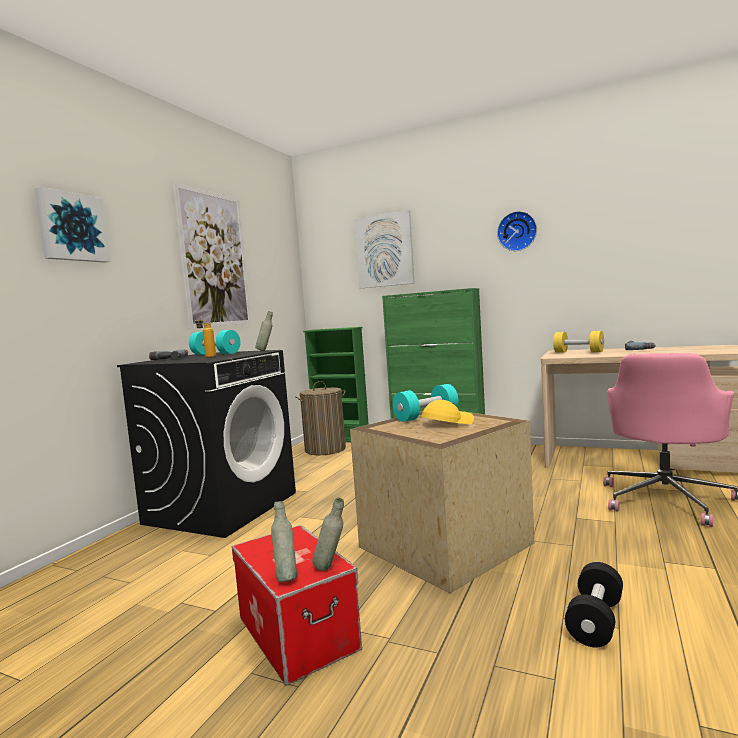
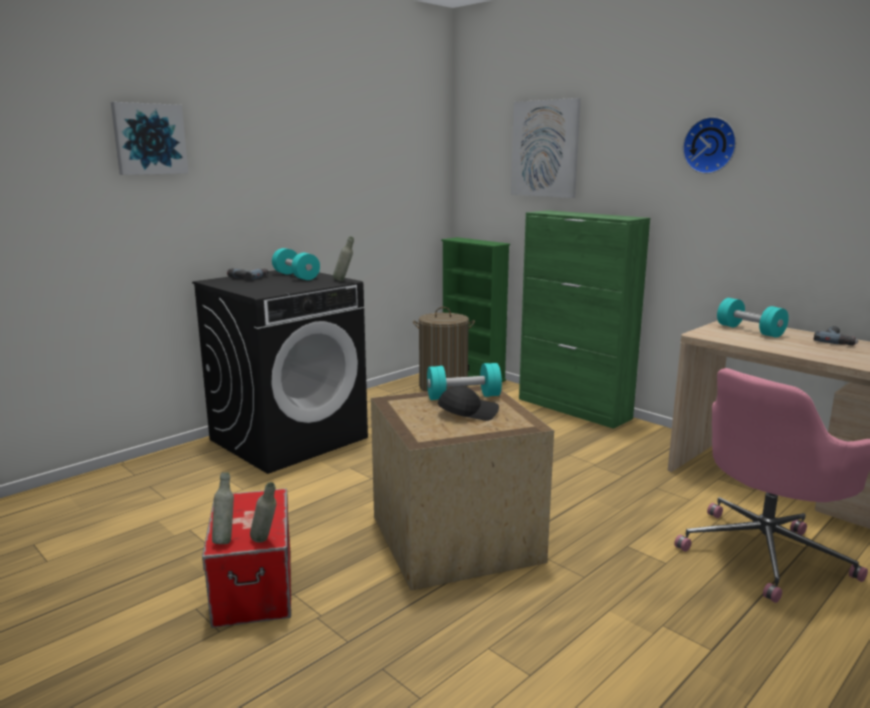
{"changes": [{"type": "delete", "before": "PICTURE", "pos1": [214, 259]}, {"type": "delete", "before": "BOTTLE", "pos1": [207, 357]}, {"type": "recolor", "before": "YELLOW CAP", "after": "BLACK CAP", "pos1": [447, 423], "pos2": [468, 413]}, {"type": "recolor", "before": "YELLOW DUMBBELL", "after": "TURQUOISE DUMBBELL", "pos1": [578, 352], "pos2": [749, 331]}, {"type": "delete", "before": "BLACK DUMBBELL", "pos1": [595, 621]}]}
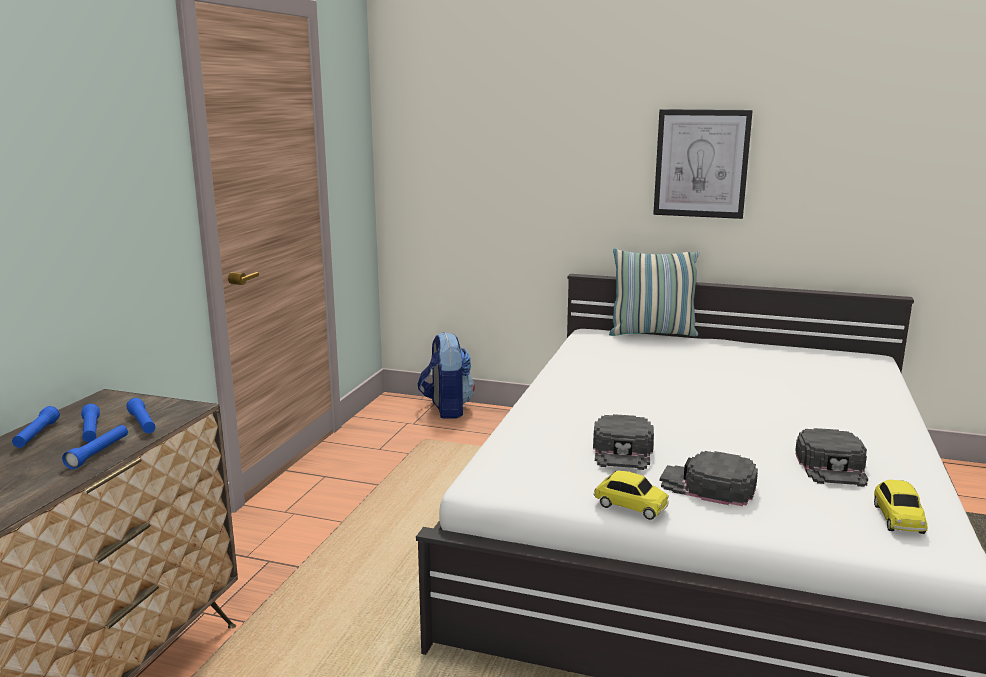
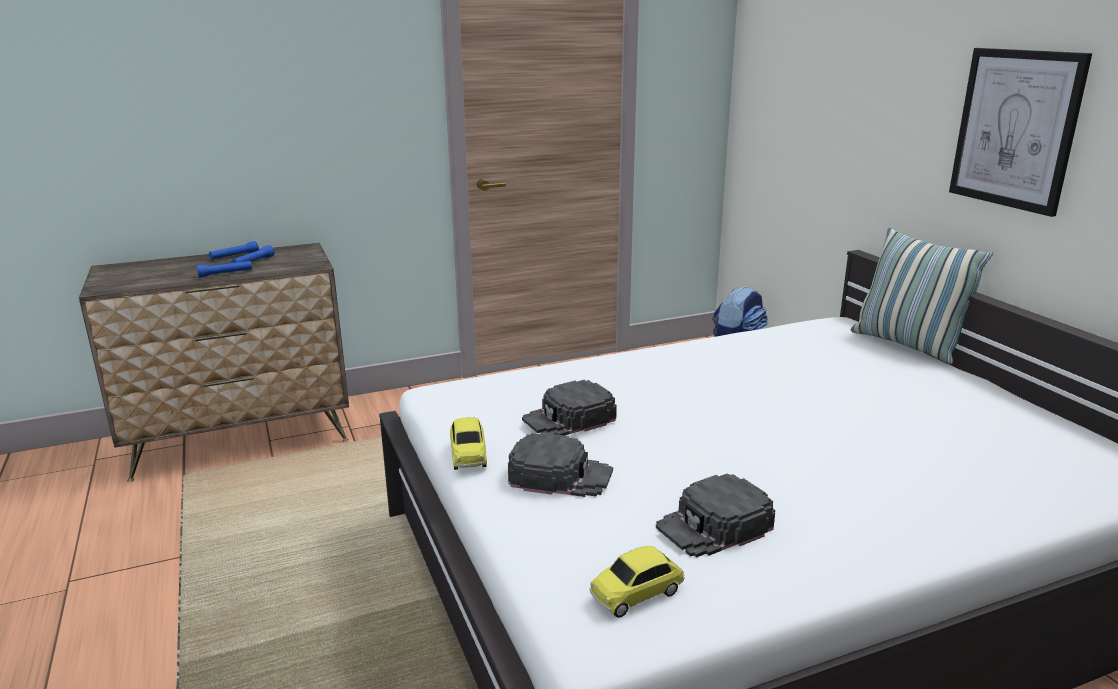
{"changes": [{"type": "delete", "before": "BLUE FLASHLIGHT", "pos1": [142, 424]}, {"type": "rotate", "before": "BLACK CAP", "pos1": [708, 486], "pos2": [560, 475], "turn": 120}]}
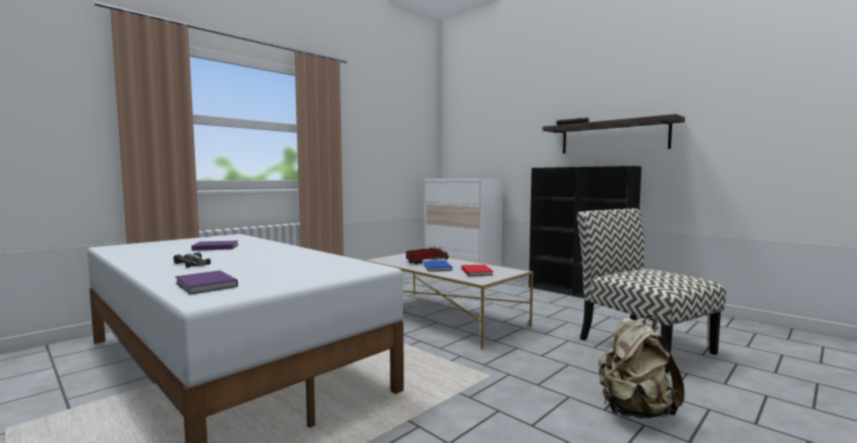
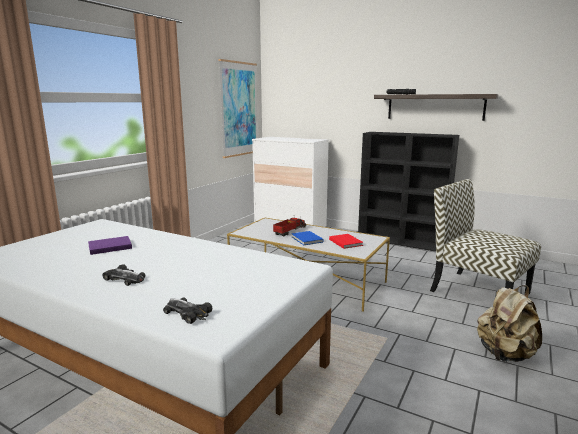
{"changes": [{"type": "replace", "before": "PURPLE BOOK", "after": "TOY CAR", "pos1": [205, 285], "pos2": [187, 313]}, {"type": "insert", "after": "PICTURE", "pos2": [239, 109]}]}
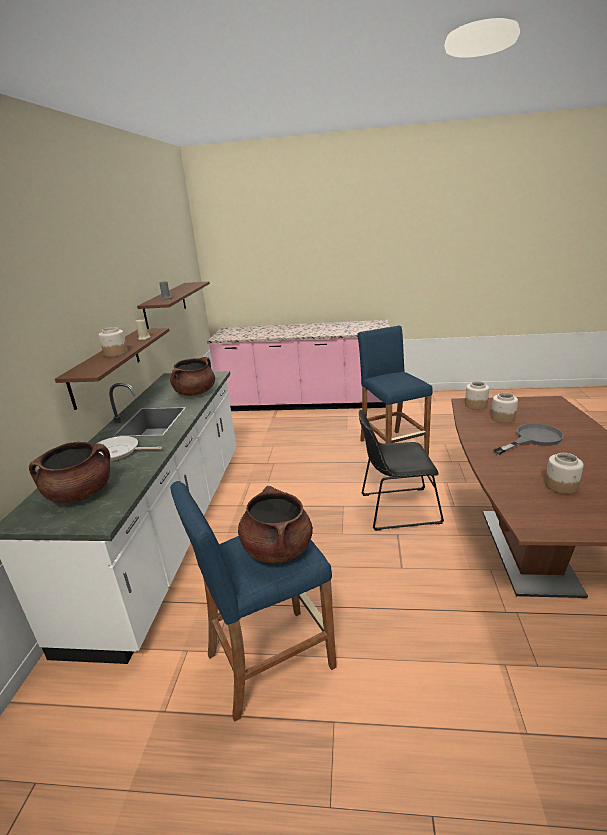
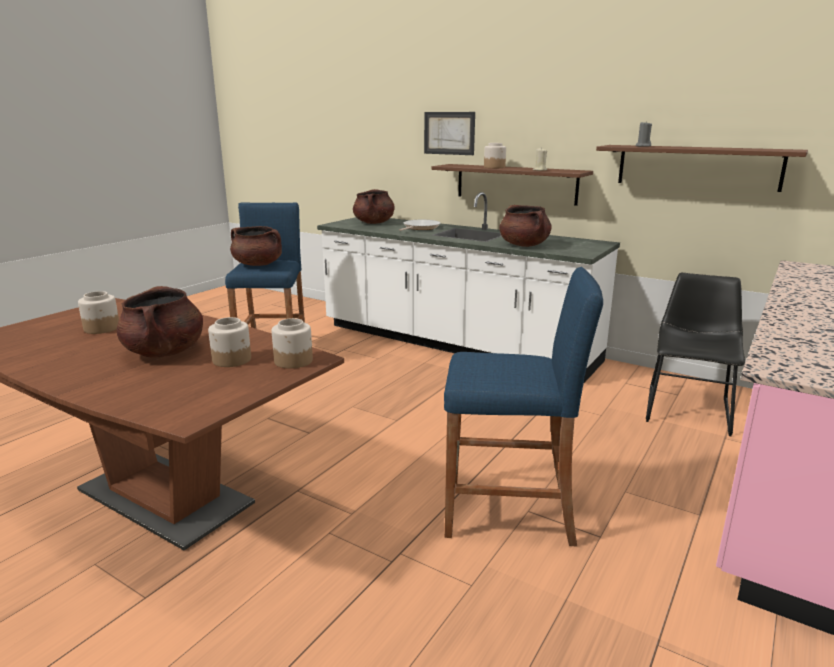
{"changes": [{"type": "move", "before": "BLACK CHAIR", "pos1": [396, 509], "pos2": [687, 408]}, {"type": "replace", "before": "GREY FRYING PAN", "after": "BROWN COOKING POT", "pos1": [533, 439], "pos2": [165, 352]}, {"type": "insert", "after": "PICTURE", "pos2": [449, 133]}]}
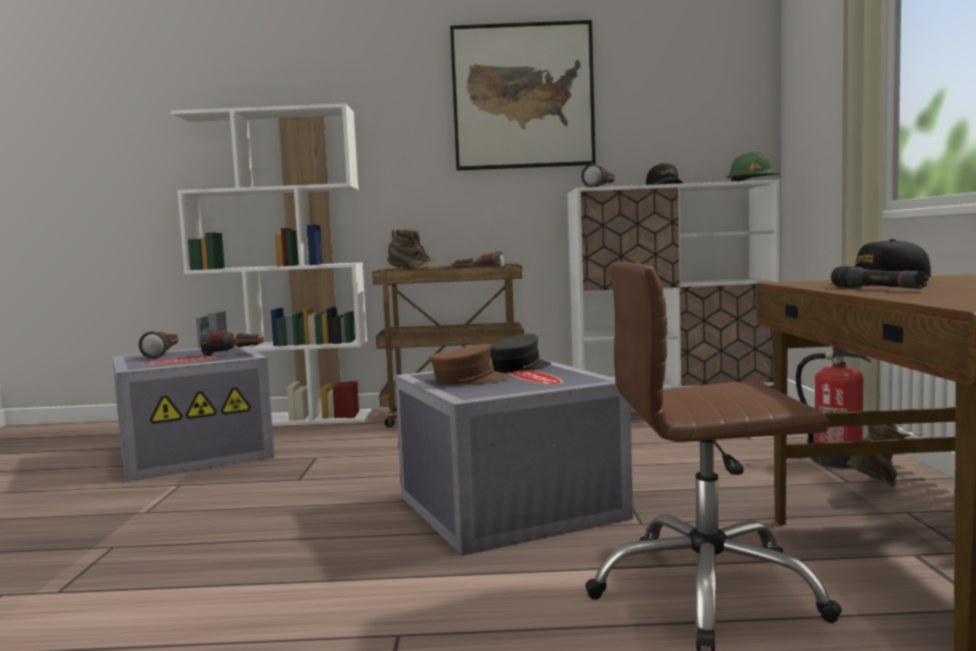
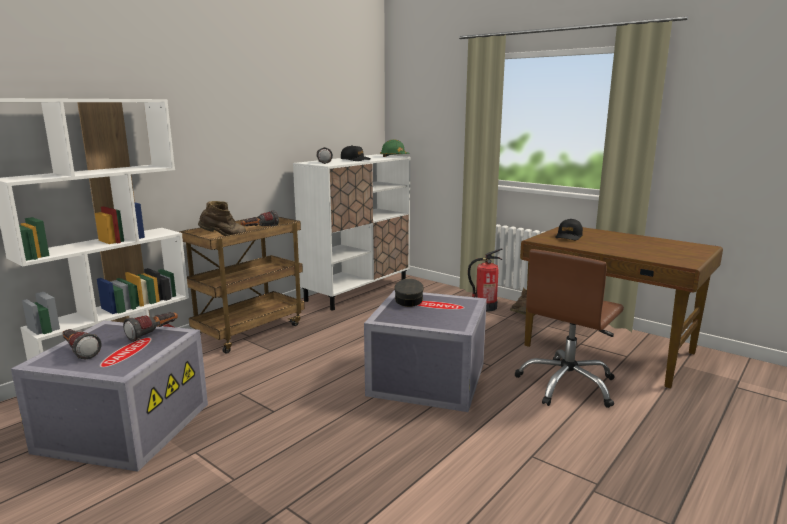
{"changes": [{"type": "delete", "before": "BROWN CAP", "pos1": [469, 380]}, {"type": "delete", "before": "PICTURE", "pos1": [523, 96]}, {"type": "delete", "before": "BLACK FLASHLIGHT", "pos1": [877, 289]}]}
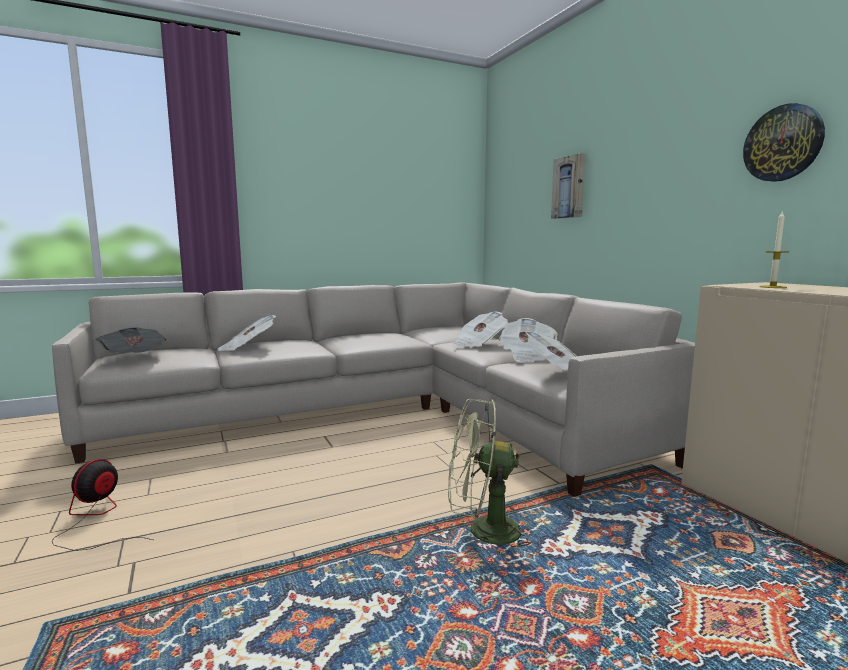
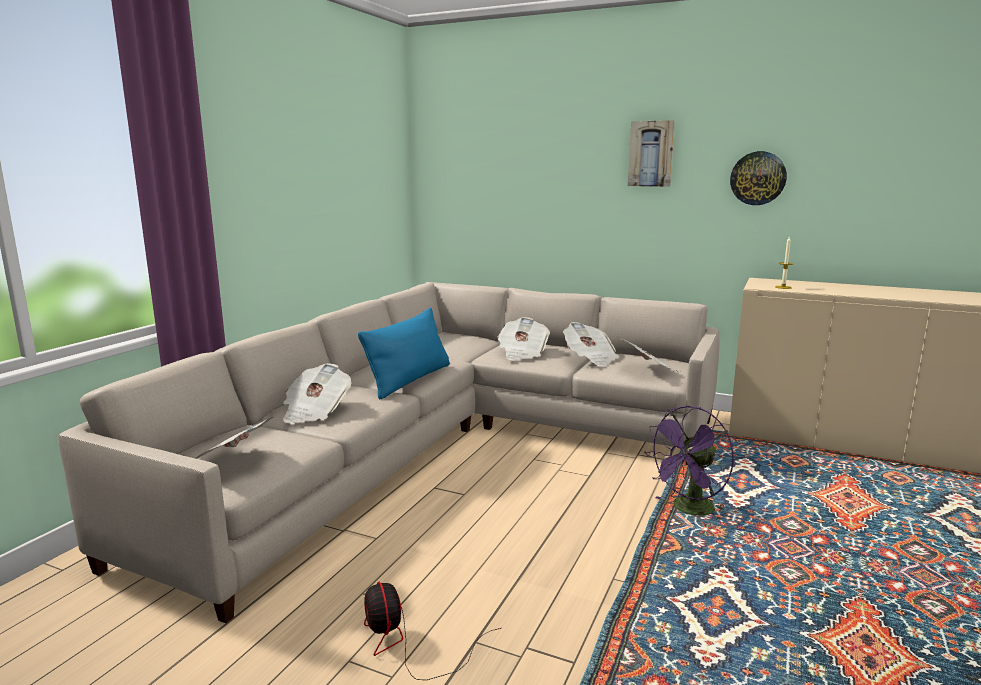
{"changes": [{"type": "recolor", "before": "GREEN FAN", "after": "PURPLE FAN", "pos1": [483, 532], "pos2": [689, 510]}, {"type": "move", "before": "PICTURE", "pos1": [569, 187], "pos2": [651, 154]}, {"type": "insert", "after": "BLUE PILLOW", "pos2": [410, 380]}]}
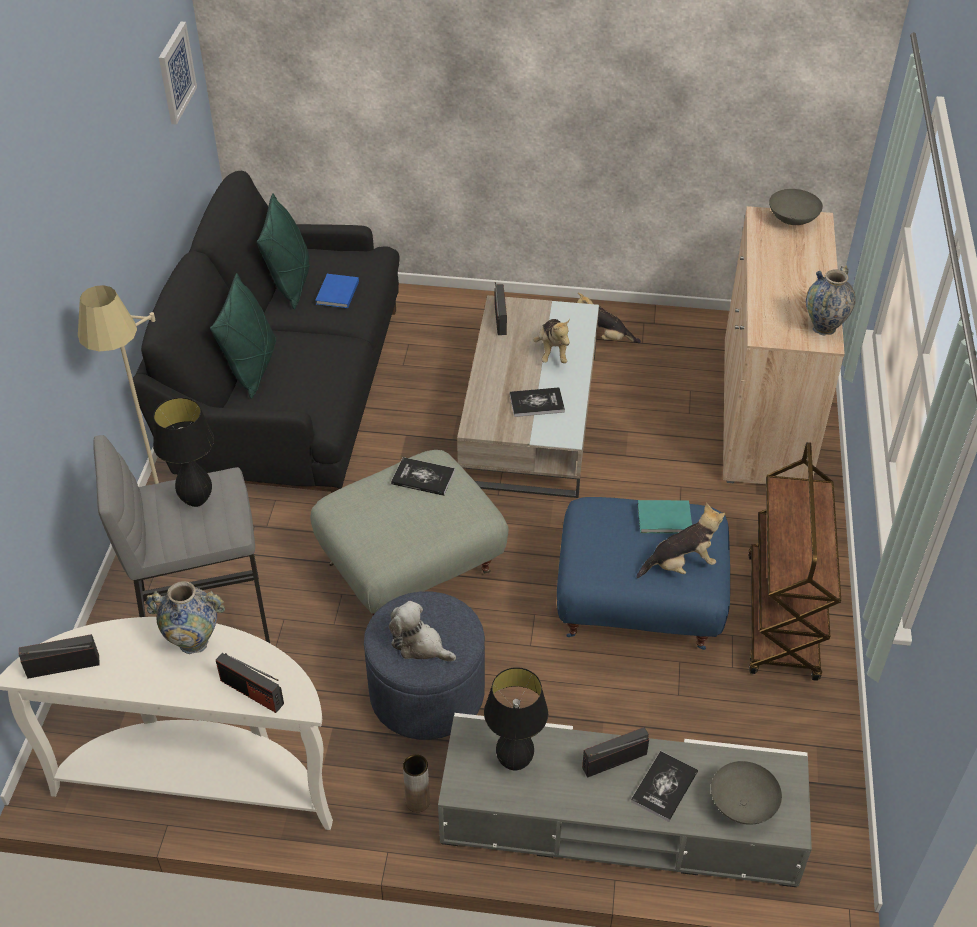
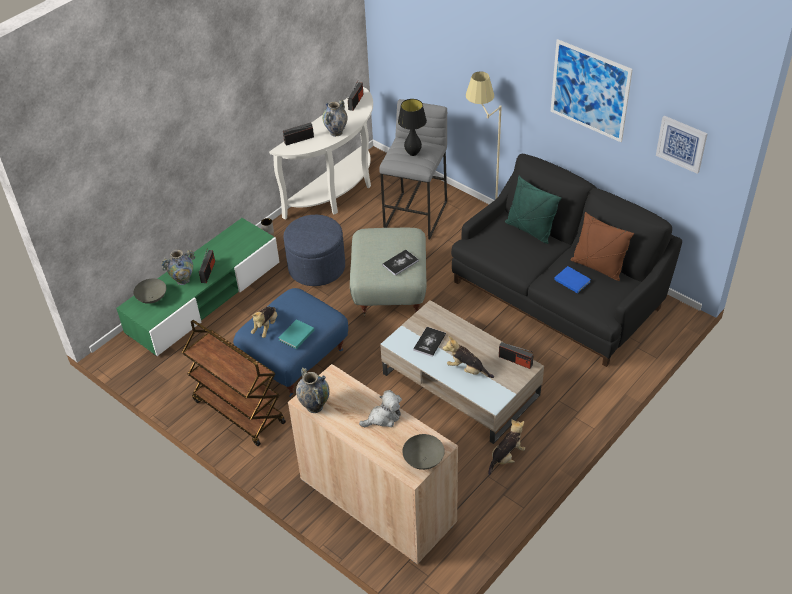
{"changes": [{"type": "recolor", "before": "GREEN PILLOW", "after": "BROWN PILLOW", "pos1": [290, 283], "pos2": [597, 267]}, {"type": "move", "before": "PLUSH TOY", "pos1": [420, 645], "pos2": [383, 417]}, {"type": "recolor", "before": "GREY TV STAND", "after": "GREEN TV STAND", "pos1": [619, 819], "pos2": [204, 297]}, {"type": "delete", "before": "BLACK TABLE LAMP", "pos1": [514, 762]}, {"type": "replace", "before": "BOOK", "after": "VASE", "pos1": [664, 787], "pos2": [183, 280]}, {"type": "insert", "after": "PICTURE", "pos2": [590, 90]}]}
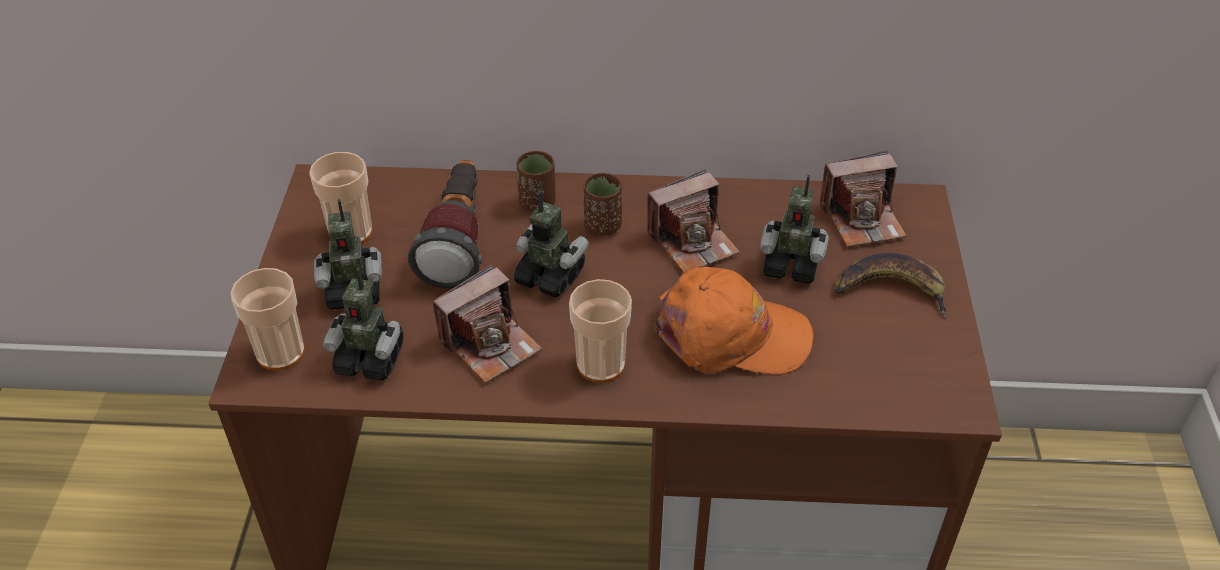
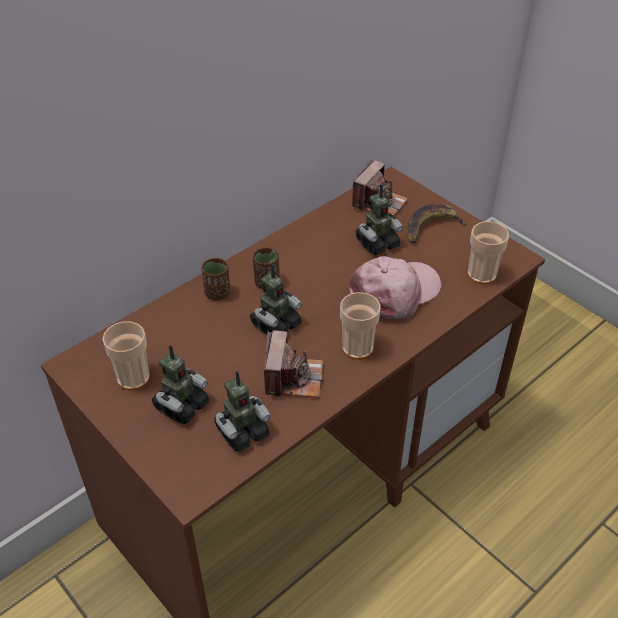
{"changes": [{"type": "move", "before": "CUP", "pos1": [280, 353], "pos2": [481, 274]}, {"type": "delete", "before": "FLASHLIGHT", "pos1": [458, 241]}, {"type": "rotate", "before": "TOY ROBOT", "pos1": [550, 276], "pos2": [275, 325], "turn": 150}, {"type": "delete", "before": "PHOTO CAMERA", "pos1": [692, 242]}, {"type": "recolor", "before": "ORANGE CAP", "after": "PINK CAP", "pos1": [731, 335], "pos2": [395, 293]}]}
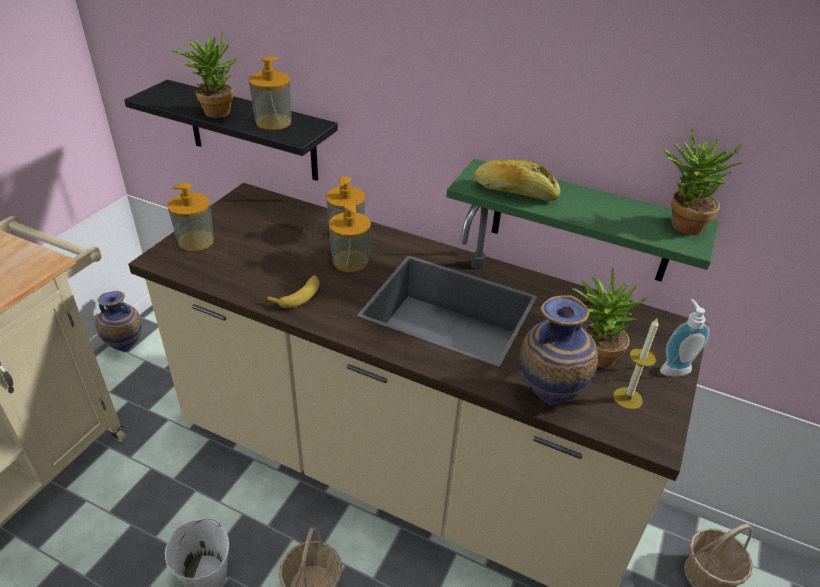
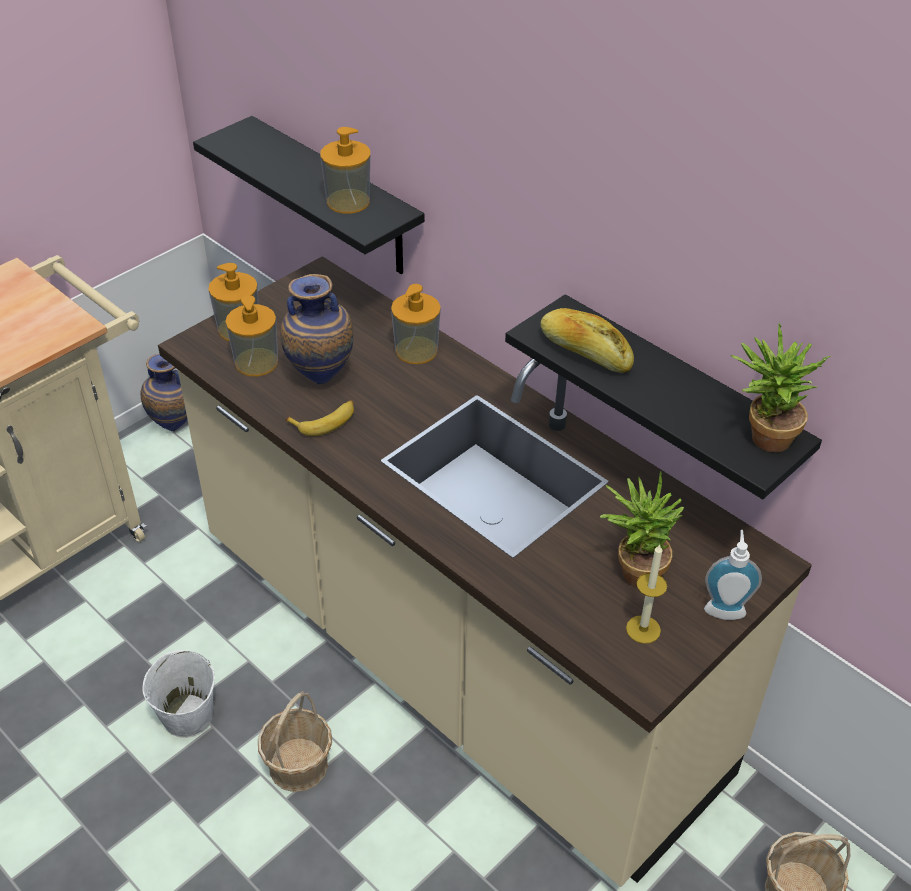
{"changes": [{"type": "delete", "before": "POTTED PLANT", "pos1": [214, 111]}, {"type": "move", "before": "SOAP DISPENSER", "pos1": [350, 261], "pos2": [256, 362]}, {"type": "recolor", "before": "GREEN SHELF", "after": "BLACK SHELF", "pos1": [581, 222], "pos2": [678, 400]}, {"type": "move", "before": "VASE", "pos1": [548, 396], "pos2": [321, 377]}]}
